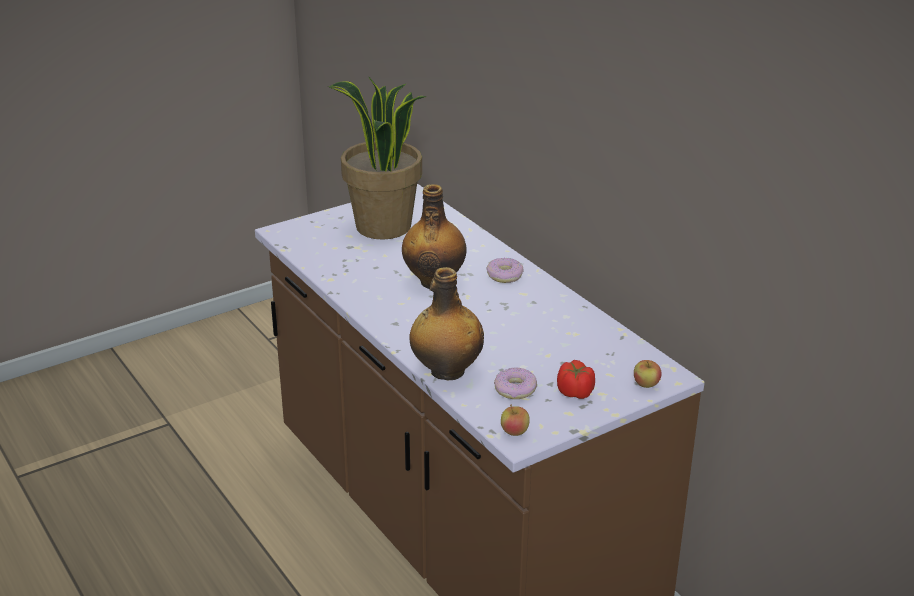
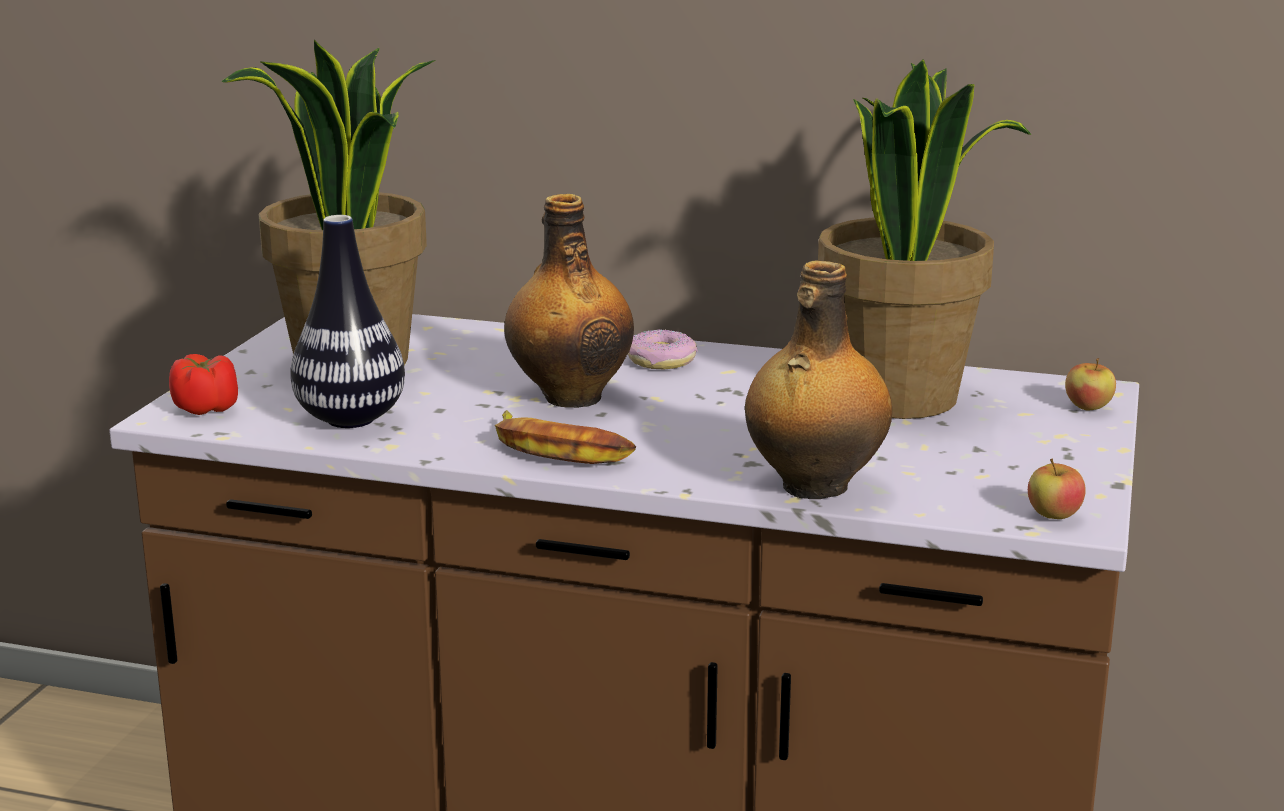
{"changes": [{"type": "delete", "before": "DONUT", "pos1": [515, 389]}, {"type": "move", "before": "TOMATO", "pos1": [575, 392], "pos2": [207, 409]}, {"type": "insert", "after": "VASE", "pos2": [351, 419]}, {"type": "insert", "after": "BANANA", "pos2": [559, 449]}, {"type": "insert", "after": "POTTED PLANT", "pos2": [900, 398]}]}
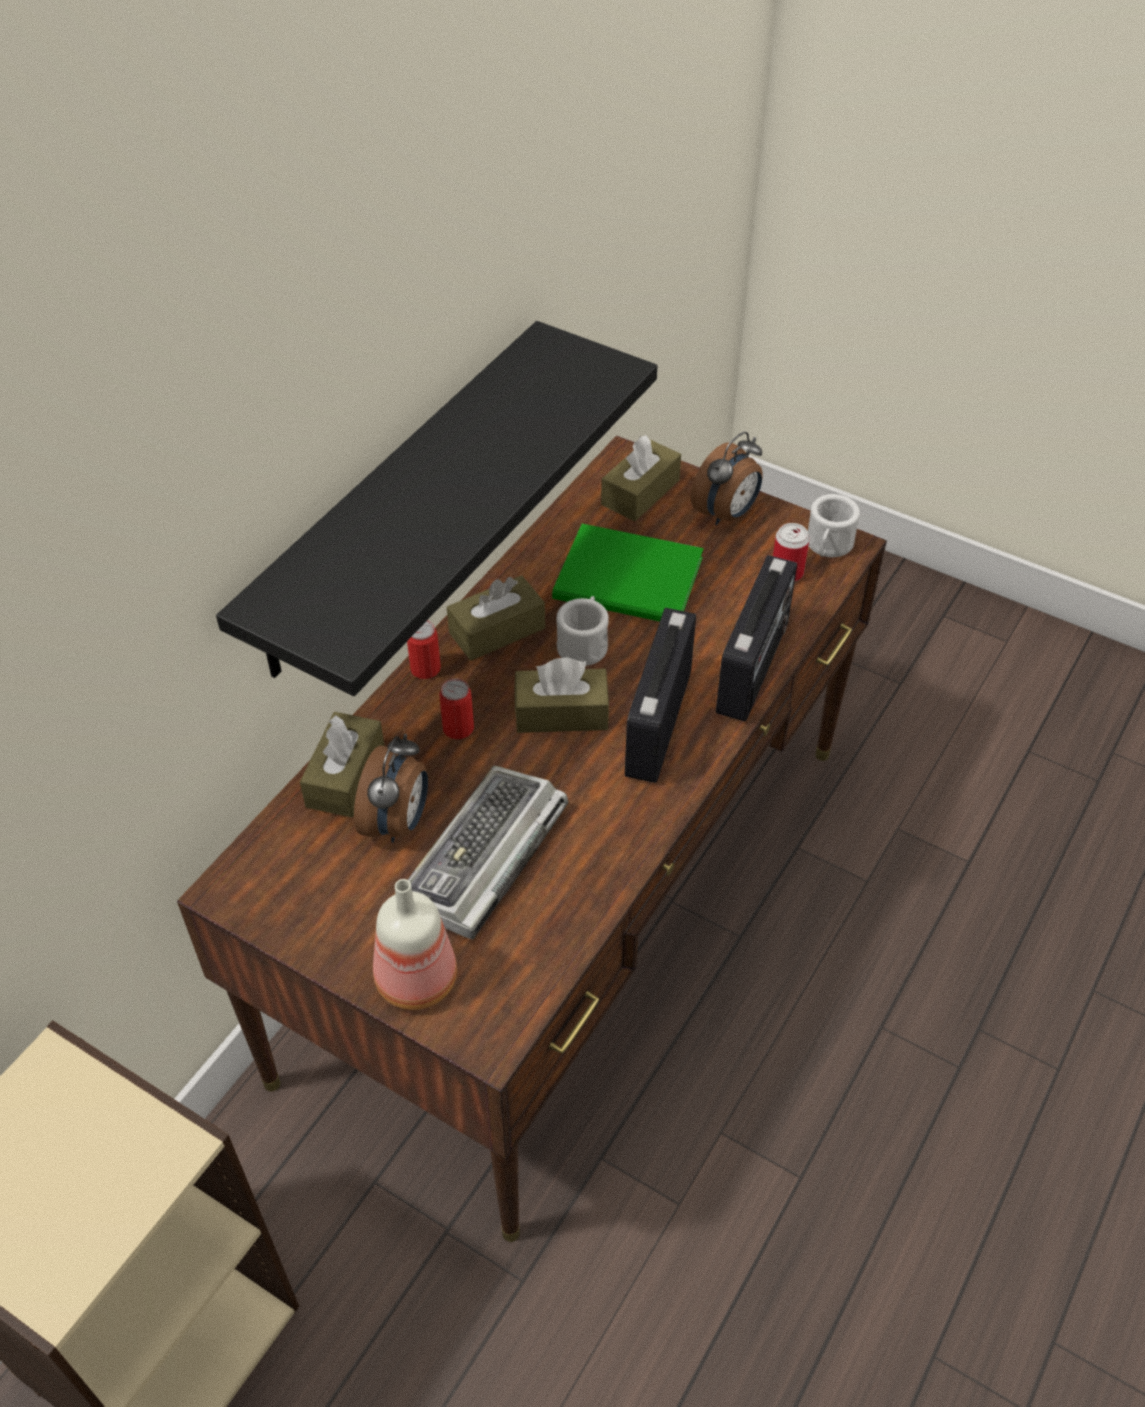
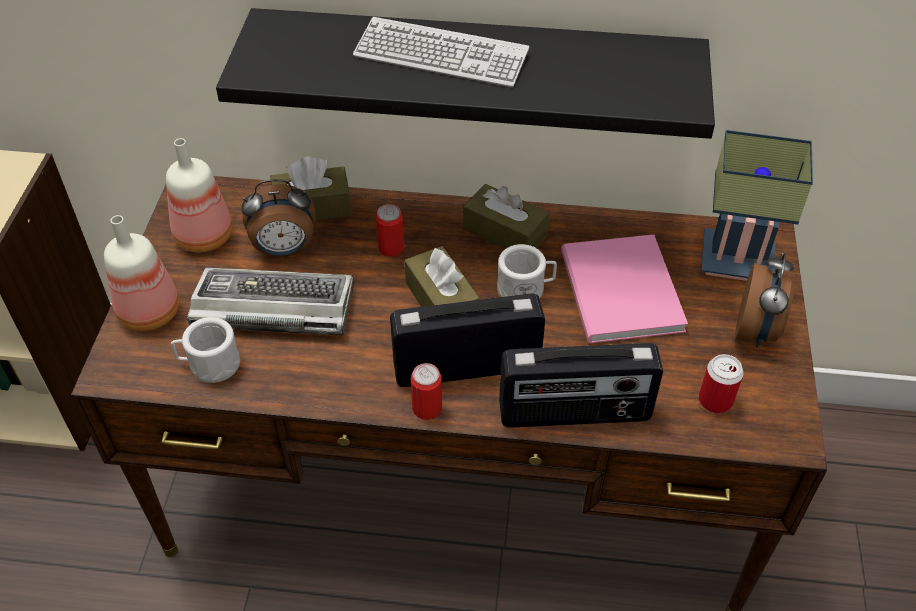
{"changes": [{"type": "move", "before": "CAN", "pos1": [425, 669], "pos2": [427, 408]}, {"type": "recolor", "before": "GREEN BOOK", "after": "PINK BOOK", "pos1": [631, 582], "pos2": [619, 294]}, {"type": "replace", "before": "BROWN TISSUE BOX", "after": "TABLE LAMP", "pos1": [640, 492], "pos2": [733, 263]}, {"type": "rotate", "before": "ALARM CLOCK", "pos1": [726, 514], "pos2": [756, 331], "turn": -90}, {"type": "move", "before": "WHITE MUG", "pos1": [828, 546], "pos2": [209, 364]}, {"type": "insert", "after": "BOTTLE", "pos2": [204, 238]}, {"type": "insert", "after": "KEYBOARD", "pos2": [441, 55]}]}
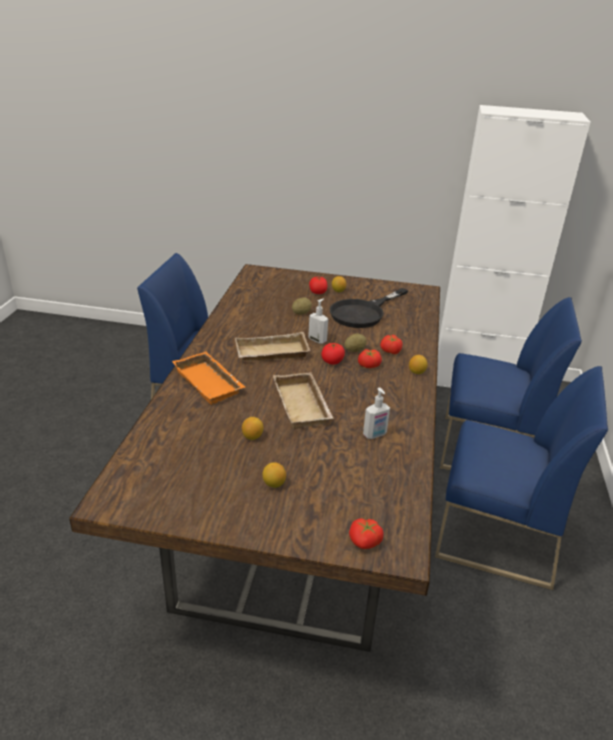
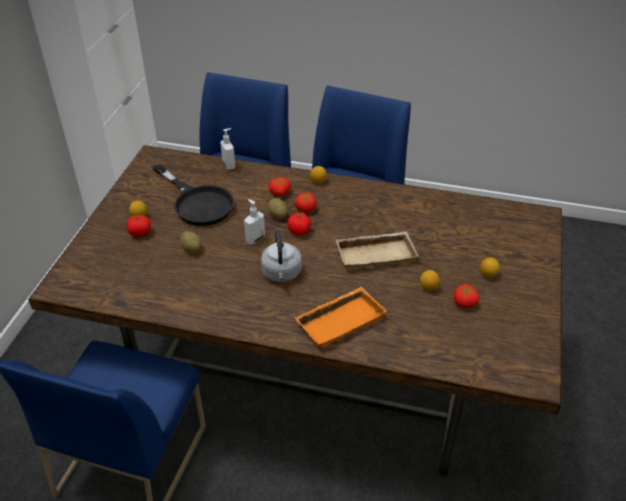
{"changes": [{"type": "replace", "before": "BEIGE TRAY", "after": "GREY KETTLE", "pos1": [271, 353], "pos2": [281, 274]}, {"type": "move", "before": "TOMATO", "pos1": [365, 542], "pos2": [465, 302]}, {"type": "move", "before": "SOAP DISPENSER", "pos1": [375, 435], "pos2": [229, 165]}]}
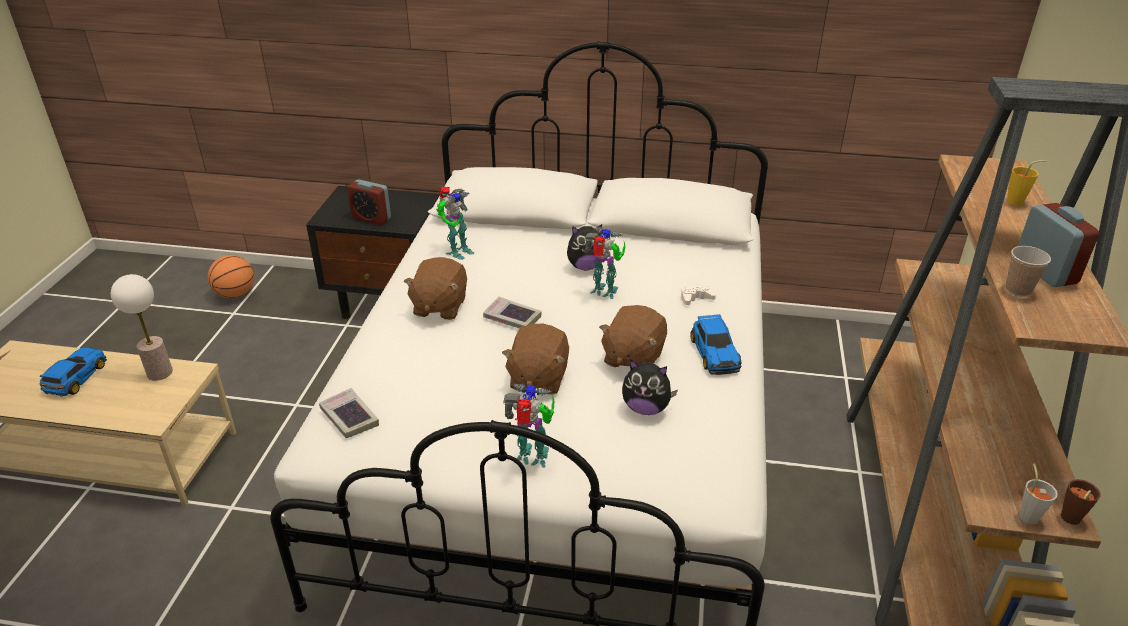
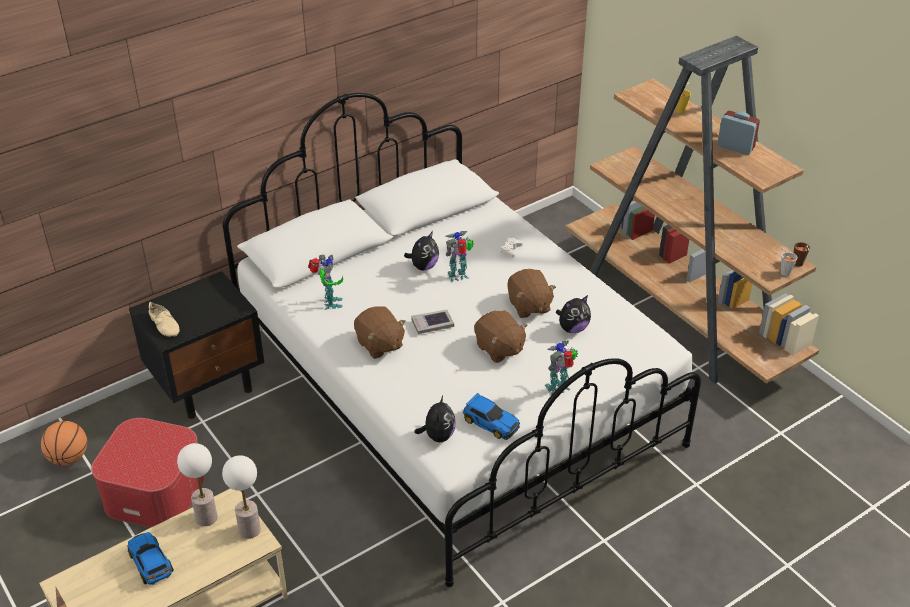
{"changes": [{"type": "replace", "before": "BOOK", "after": "PLUSH TOY", "pos1": [349, 417], "pos2": [438, 436]}, {"type": "delete", "before": "ALARM CLOCK", "pos1": [371, 218]}, {"type": "move", "before": "TOY CAR", "pos1": [715, 352], "pos2": [490, 422]}, {"type": "delete", "before": "CUP", "pos1": [1018, 290]}, {"type": "insert", "after": "OTTOMAN", "pos2": [154, 491]}, {"type": "insert", "after": "BEIGE SHOE", "pos2": [165, 324]}, {"type": "insert", "after": "TABLE LAMP", "pos2": [249, 530]}]}
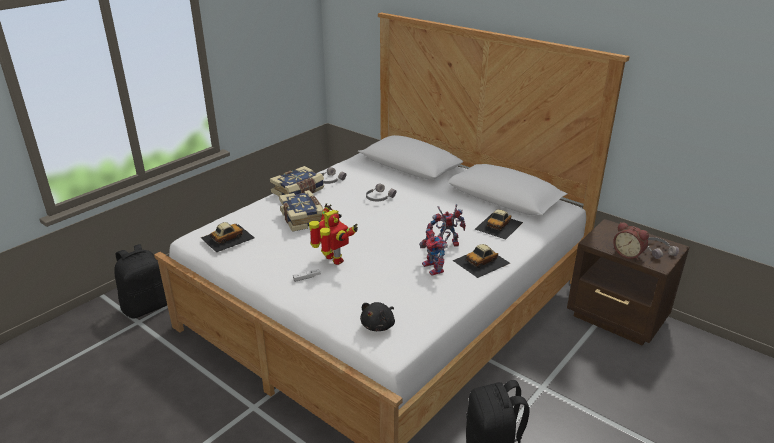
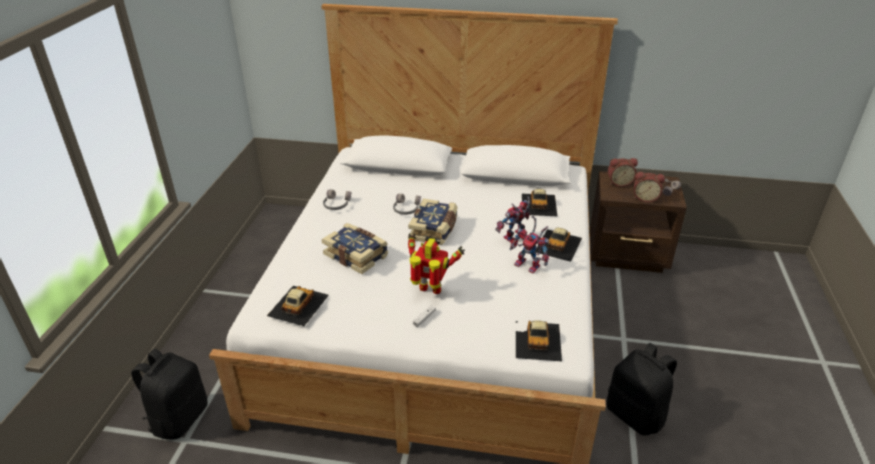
{"changes": [{"type": "move", "before": "BOOK", "pos1": [298, 192], "pos2": [434, 229]}, {"type": "replace", "before": "BLACK PLUSH TOY", "after": "TOY CAR", "pos1": [379, 325], "pos2": [538, 340]}, {"type": "insert", "after": "ALARM CLOCK", "pos2": [619, 183]}]}
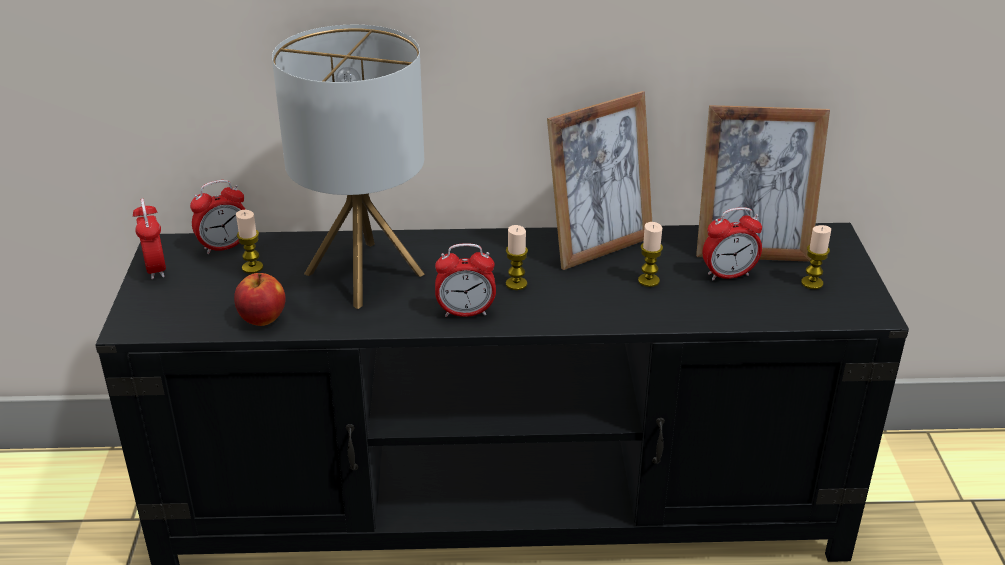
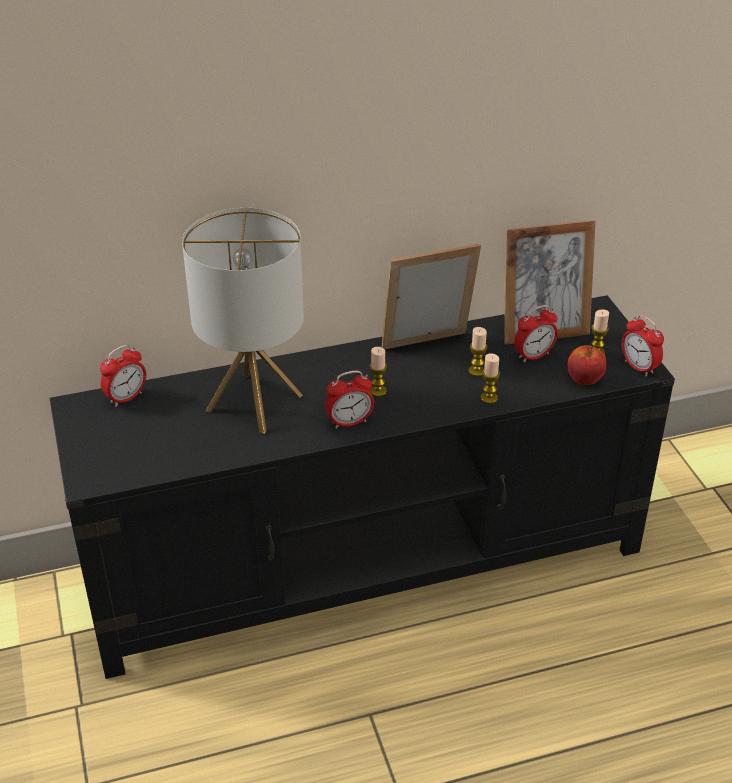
{"changes": [{"type": "move", "before": "ALARM CLOCK", "pos1": [156, 269], "pos2": [639, 367]}, {"type": "move", "before": "APPLE", "pos1": [262, 319], "pos2": [584, 379]}, {"type": "move", "before": "CANDLE", "pos1": [252, 267], "pos2": [489, 398]}, {"type": "rotate", "before": "PICTURE FRAME", "pos1": [599, 246], "pos2": [427, 347], "turn": -150}]}
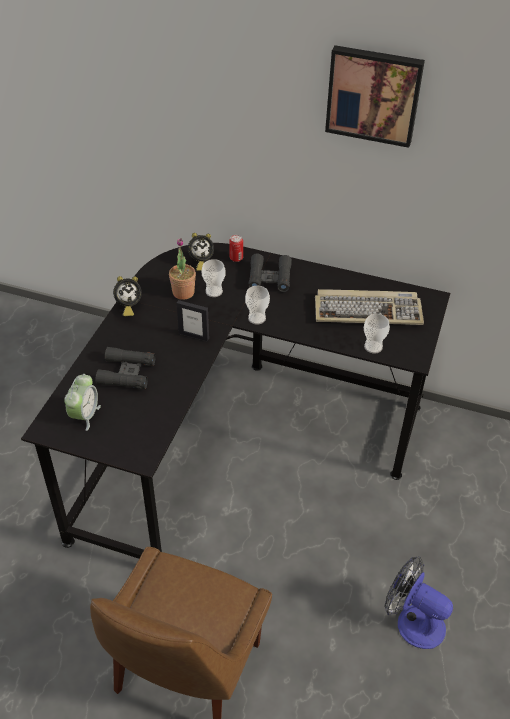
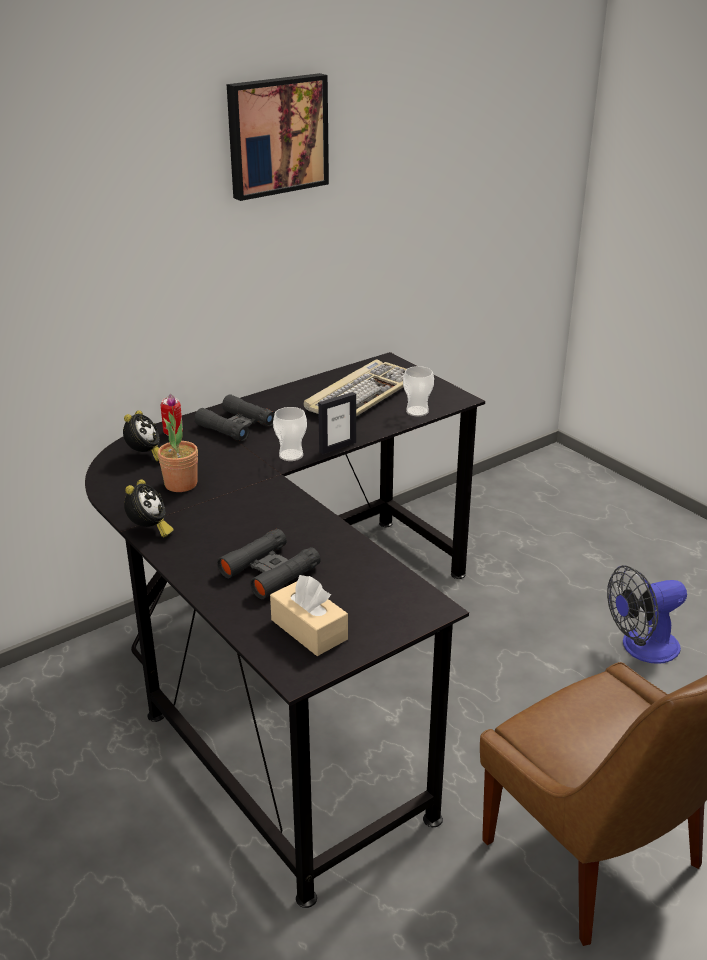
{"changes": [{"type": "replace", "before": "ALARM CLOCK", "after": "BEIGE TISSUE BOX", "pos1": [85, 416], "pos2": [309, 629]}, {"type": "move", "before": "PICTURE FRAME", "pos1": [194, 336], "pos2": [337, 447]}, {"type": "delete", "before": "CUP", "pos1": [214, 291]}]}
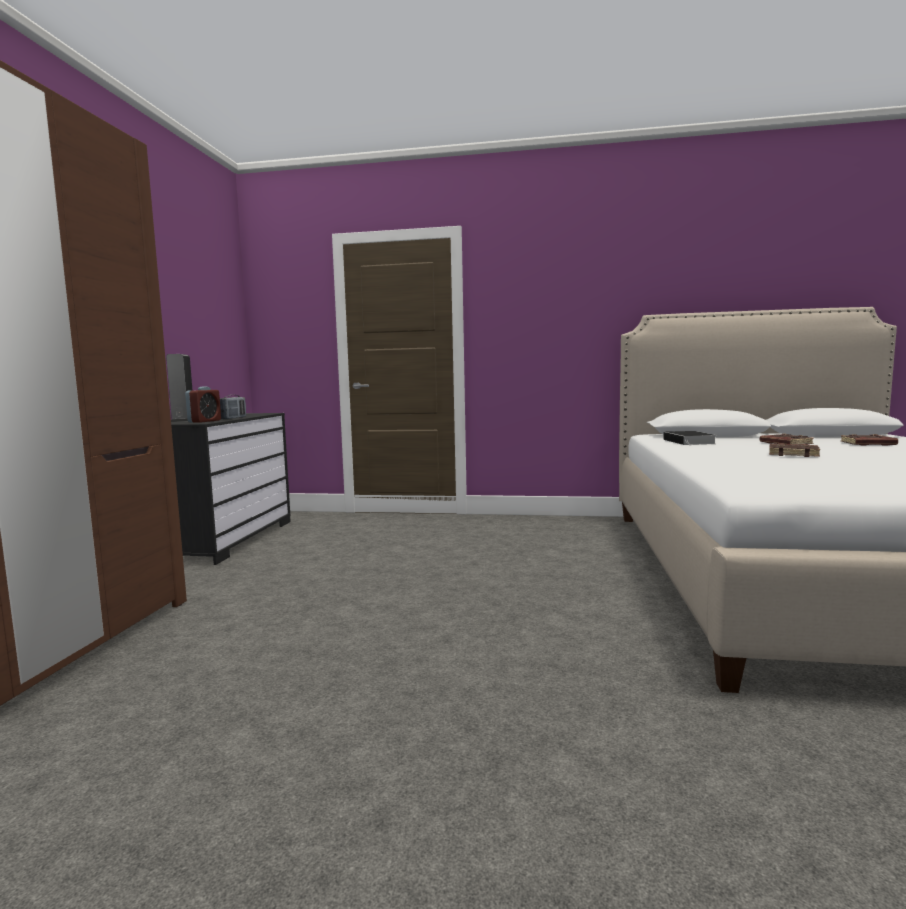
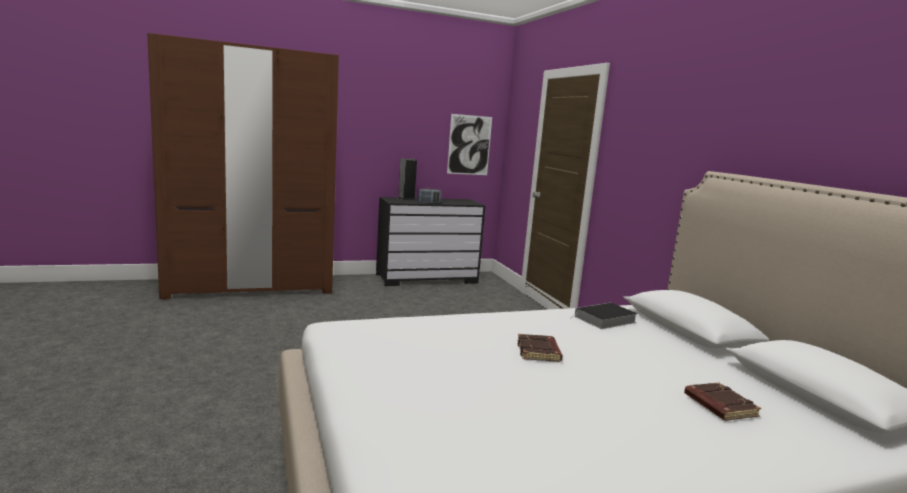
{"changes": [{"type": "delete", "before": "ALARM CLOCK", "pos1": [204, 421]}, {"type": "delete", "before": "BROWN BOOK", "pos1": [784, 443]}, {"type": "insert", "after": "PICTURE", "pos2": [469, 145]}]}
